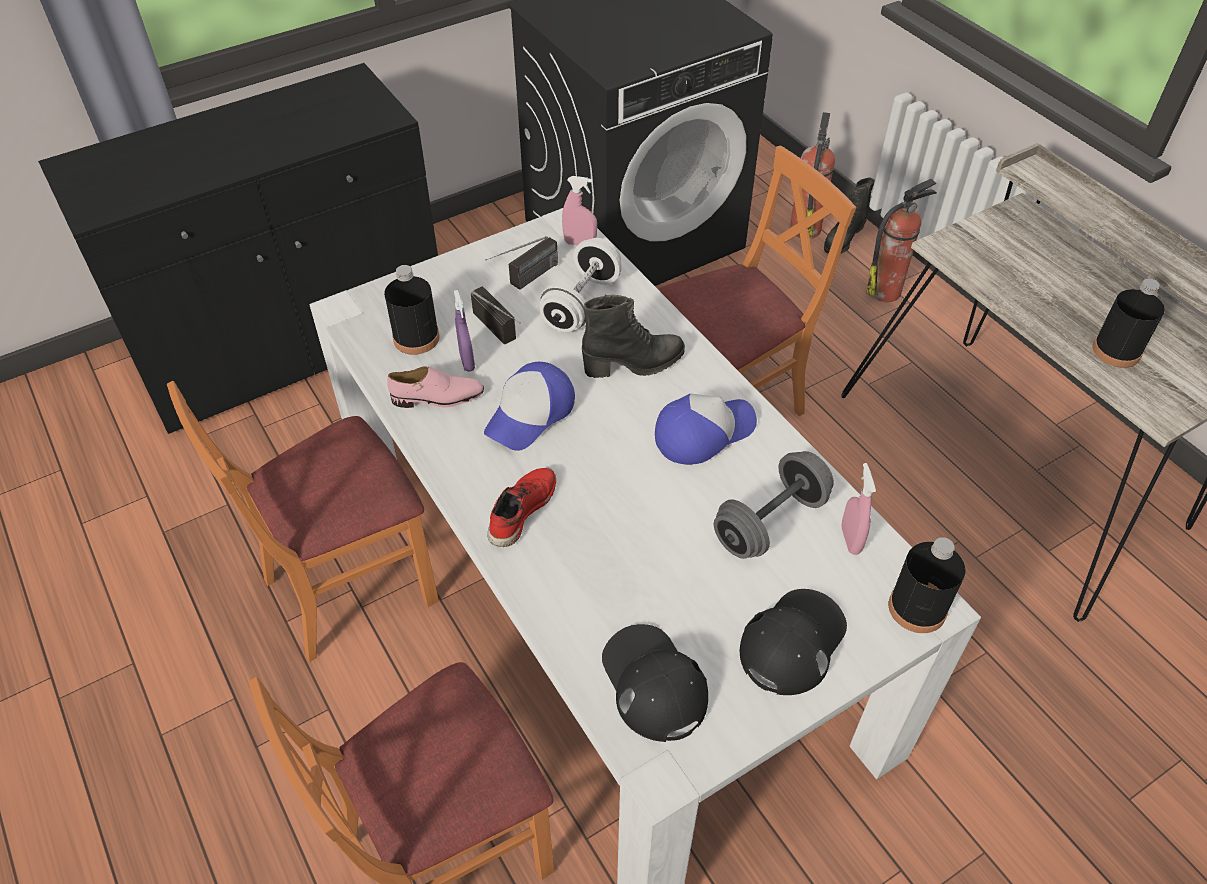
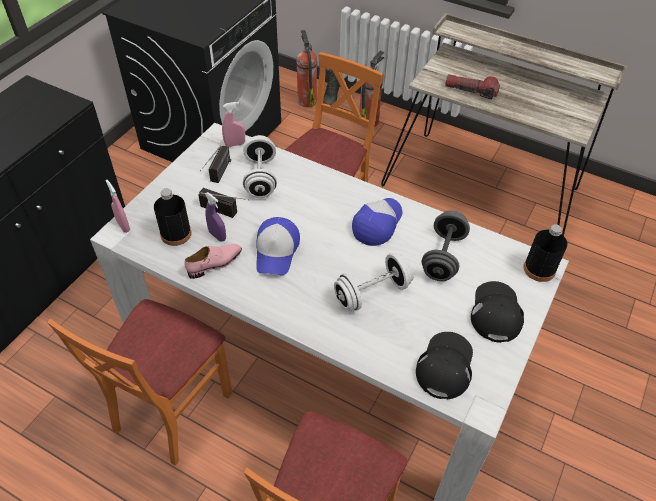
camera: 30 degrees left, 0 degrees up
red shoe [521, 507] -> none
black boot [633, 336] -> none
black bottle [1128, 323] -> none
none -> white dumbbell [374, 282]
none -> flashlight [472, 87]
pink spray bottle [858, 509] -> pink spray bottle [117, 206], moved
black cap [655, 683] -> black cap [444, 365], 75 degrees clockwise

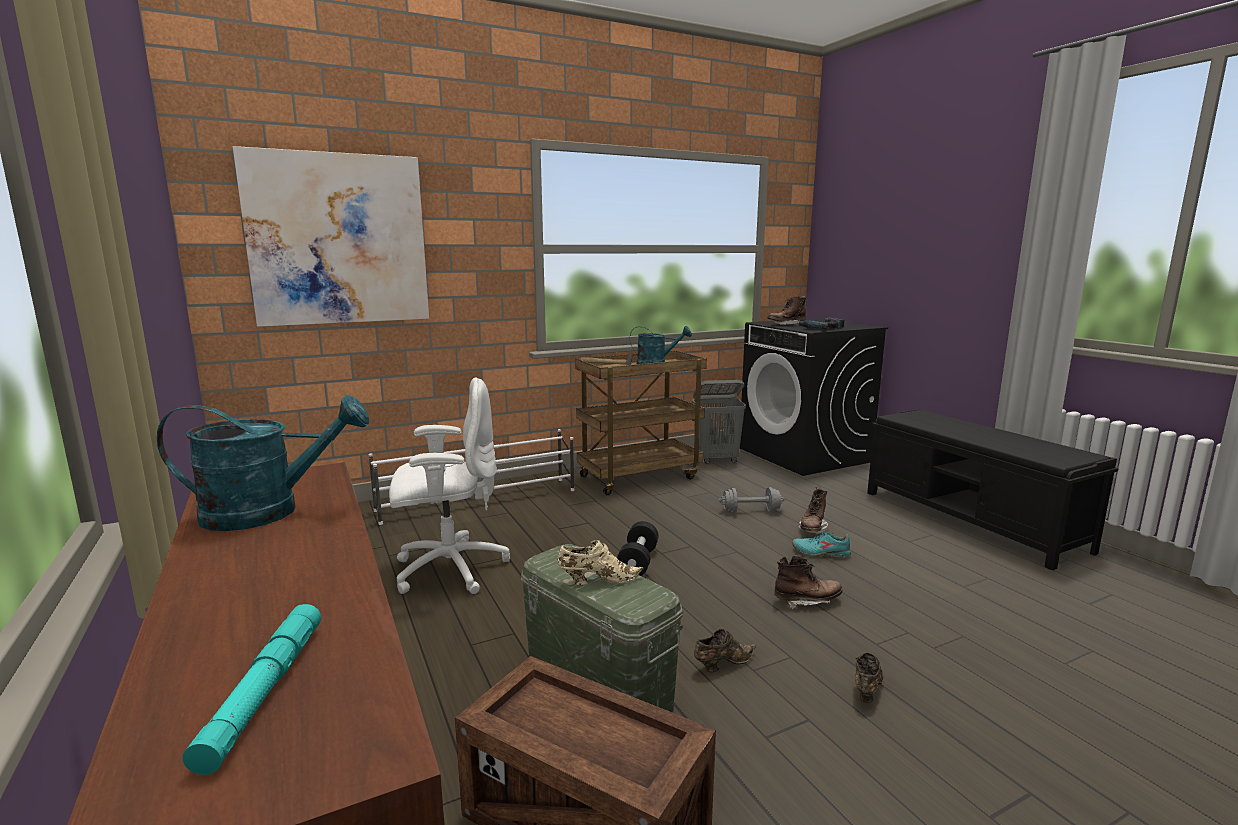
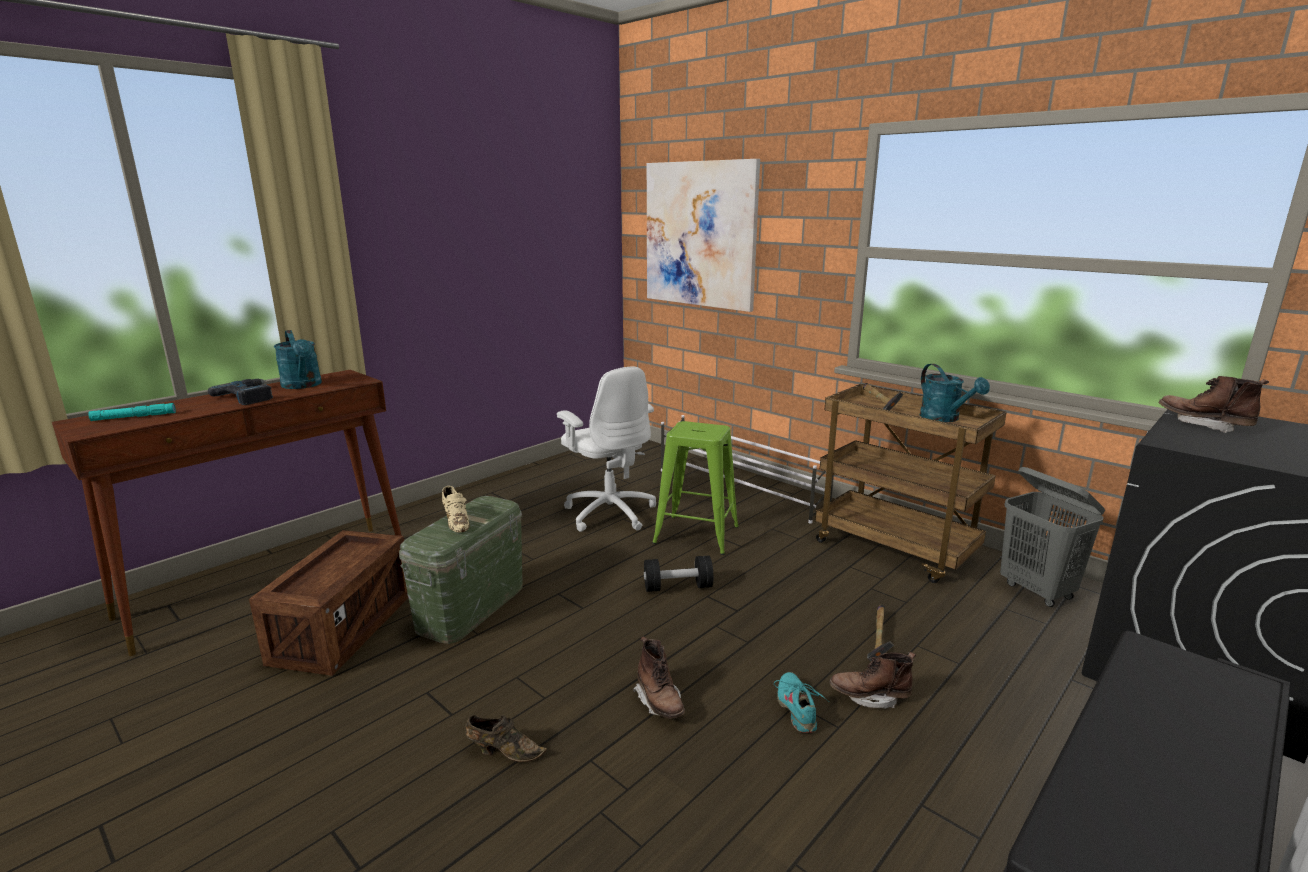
camera: 70 degrees right, 5 degrees up
brown shoe [725, 650] -> none
none -> green stool [695, 488]
power drill [820, 323] -> power drill [240, 392], moved
grey dumbbell [751, 500] -> hammer [880, 632]

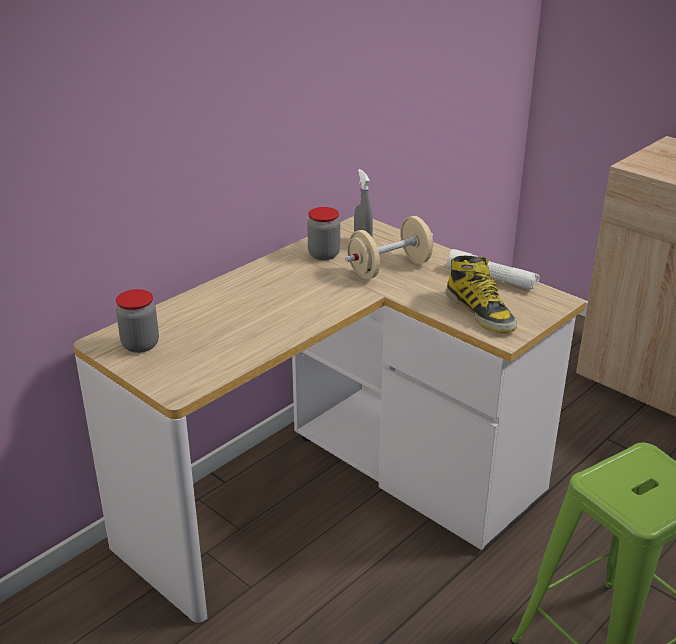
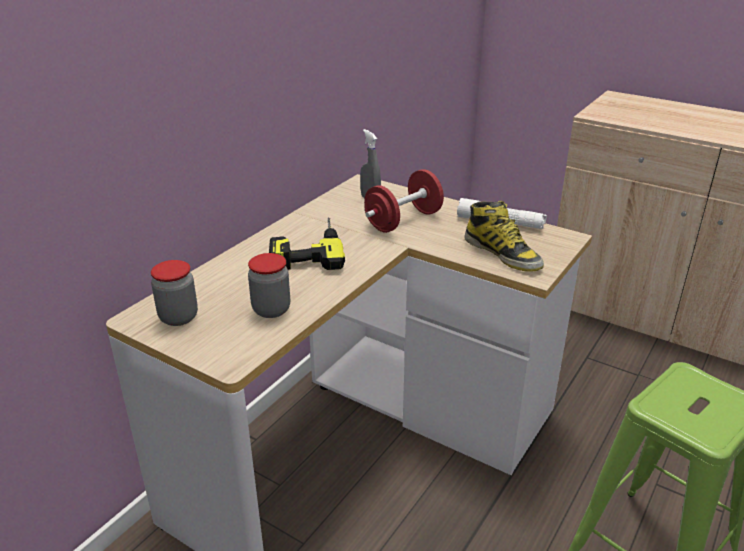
camera: 10 degrees left, 0 degrees up
none -> power drill [307, 244]
jar [323, 233] -> jar [269, 285], moved
beige dumbbell [389, 247] -> red dumbbell [404, 201]

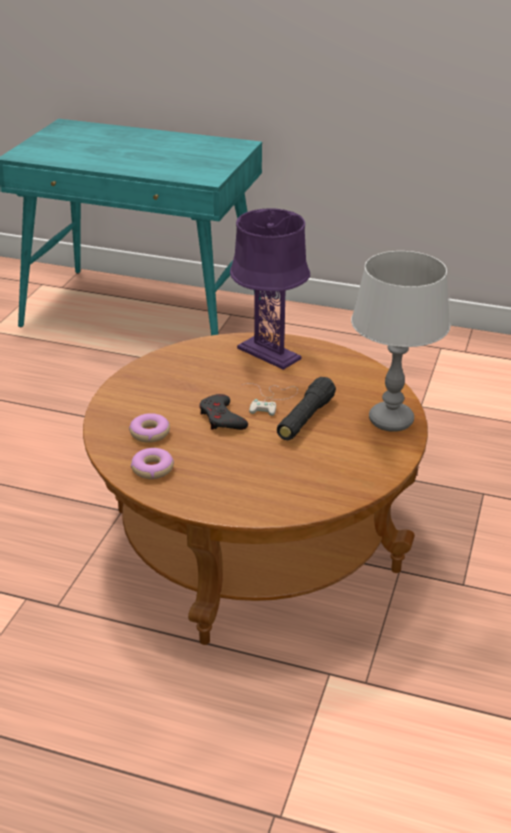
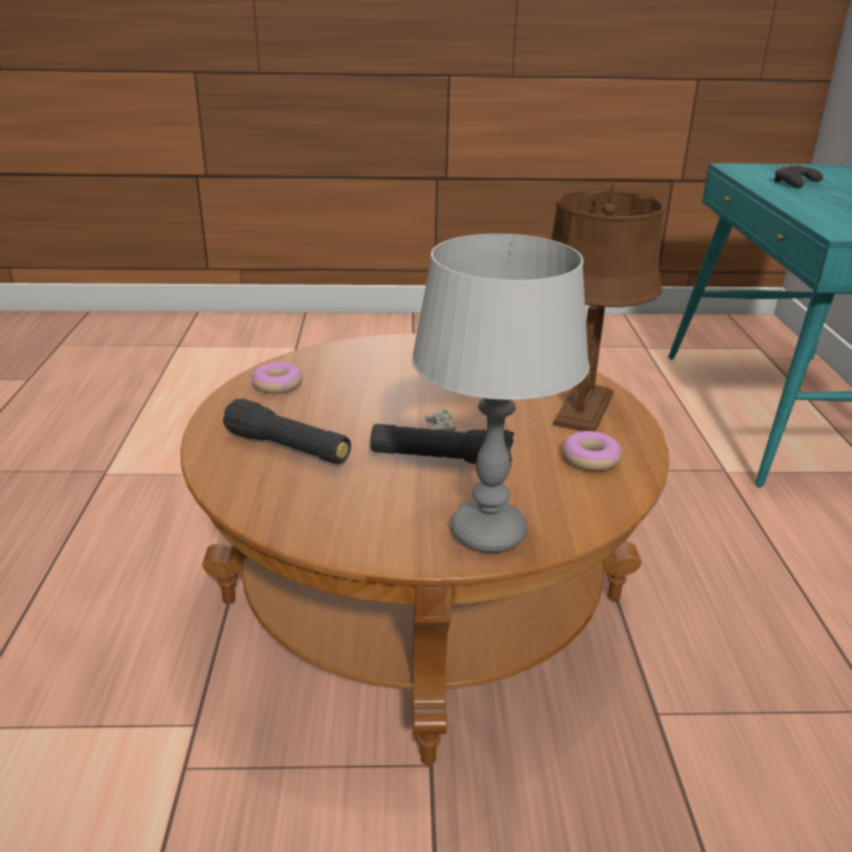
camera: 70 degrees right, 5 degrees down
none -> black flashlight [287, 431]
donut [149, 428] -> donut [592, 451], moved
grey game controller [223, 412] -> grey game controller [798, 176], moved
purple table lamp [270, 289] -> brown table lamp [607, 307]

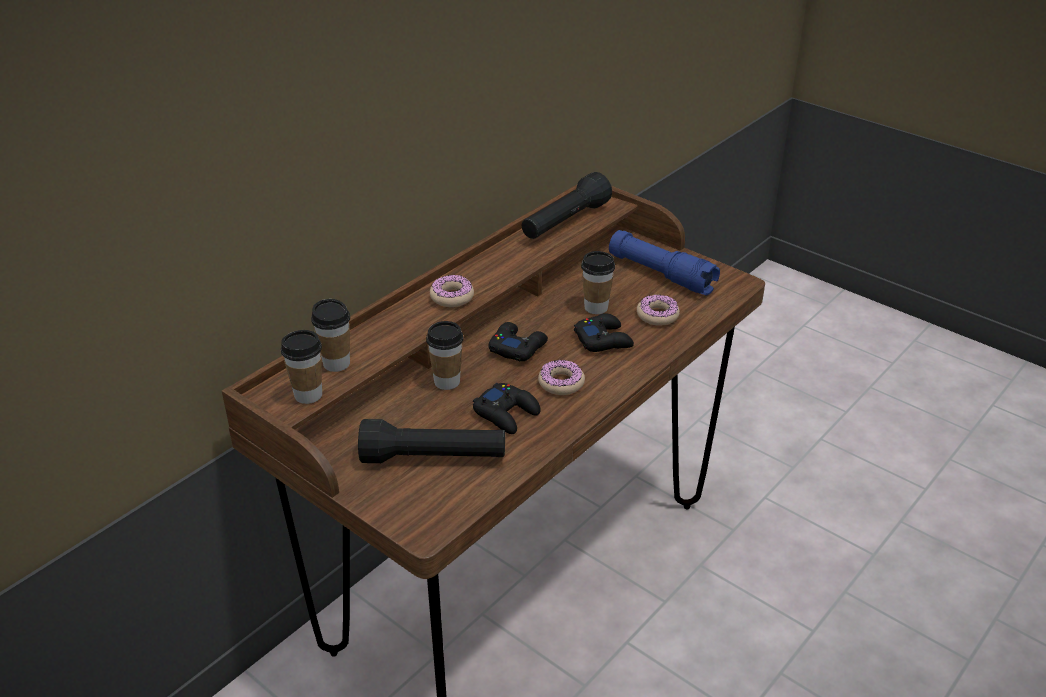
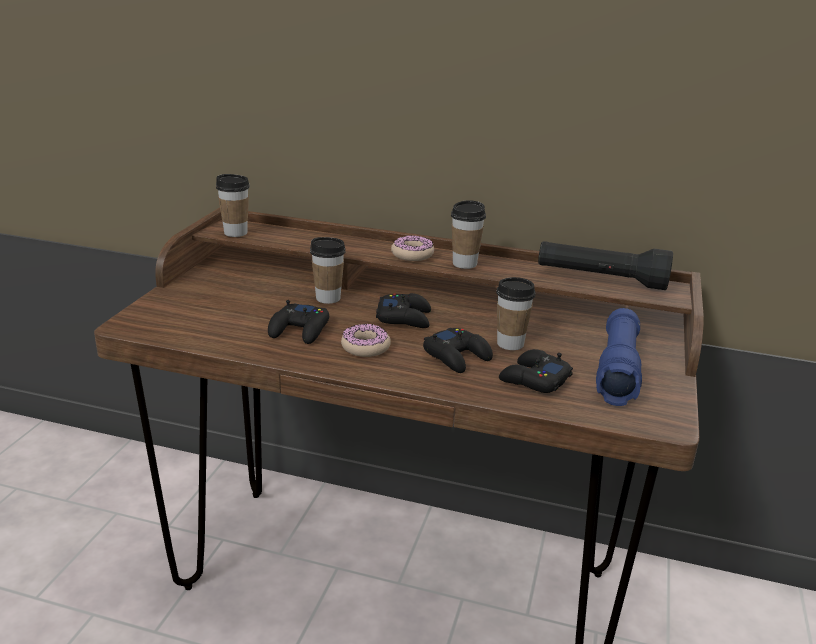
camera: 65 degrees right, 10 degrees down
black flashlight [431, 441] -> none
cup [330, 335] -> cup [468, 234], moved
donut [658, 310] -> black game controller [536, 371]

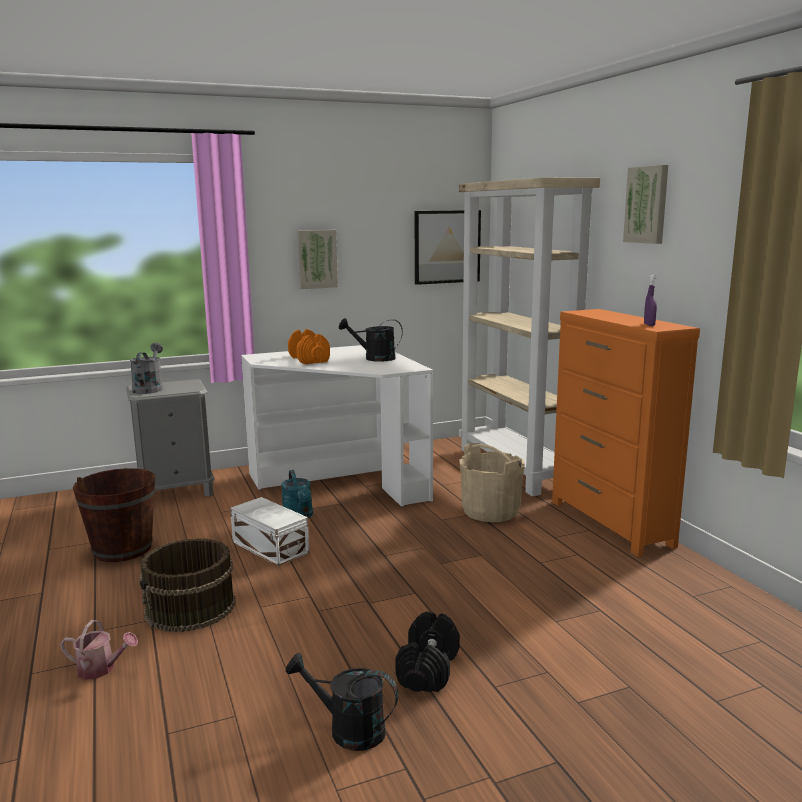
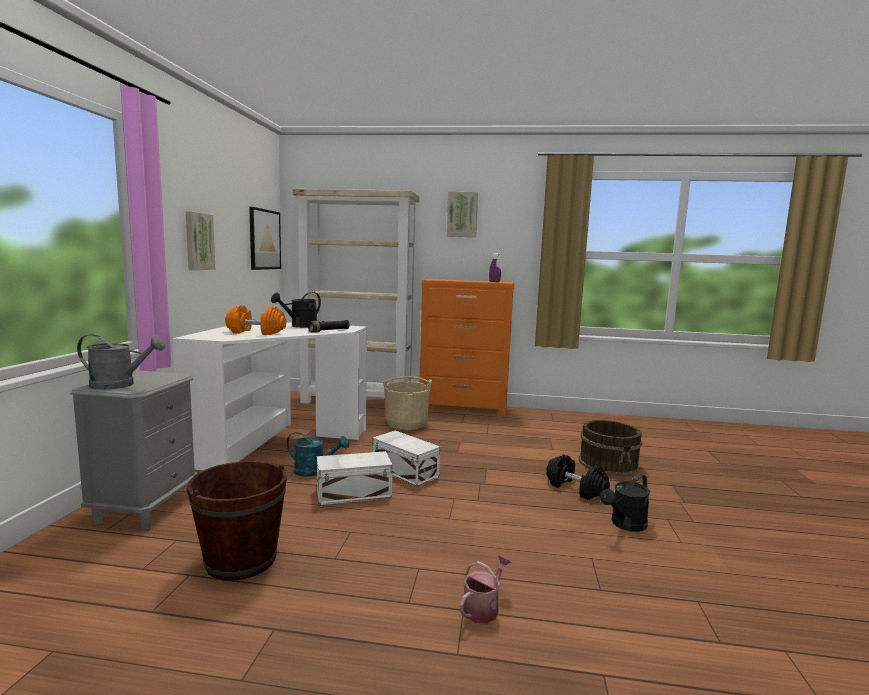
camera: 60 degrees left, 5 degrees down
none -> black flashlight [328, 326]
none -> white storage box [406, 459]
brown bucket [187, 585] -> brown bucket [610, 448], moved
grey watering can [146, 368] -> grey watering can [121, 362], 150 degrees clockwise

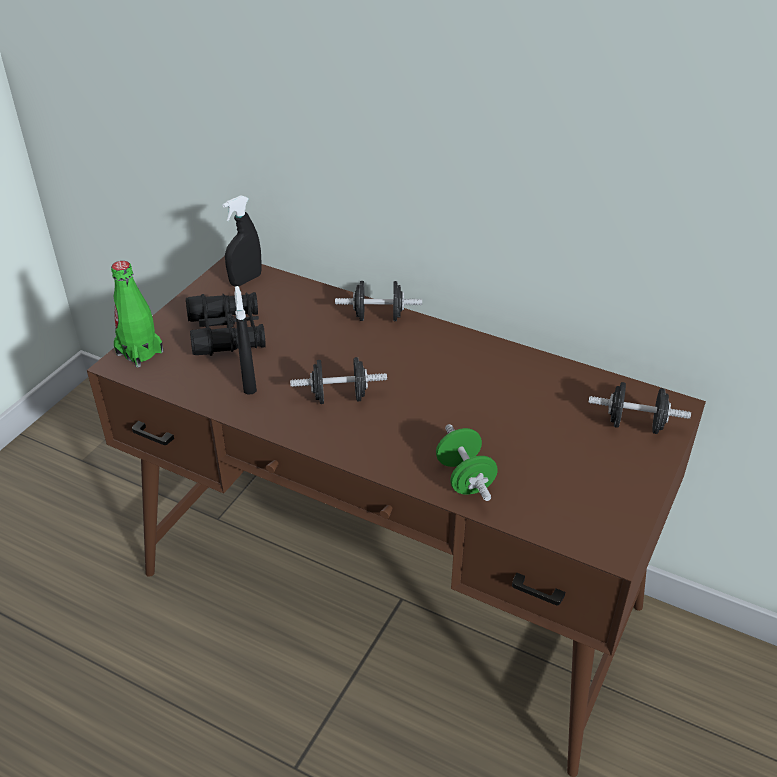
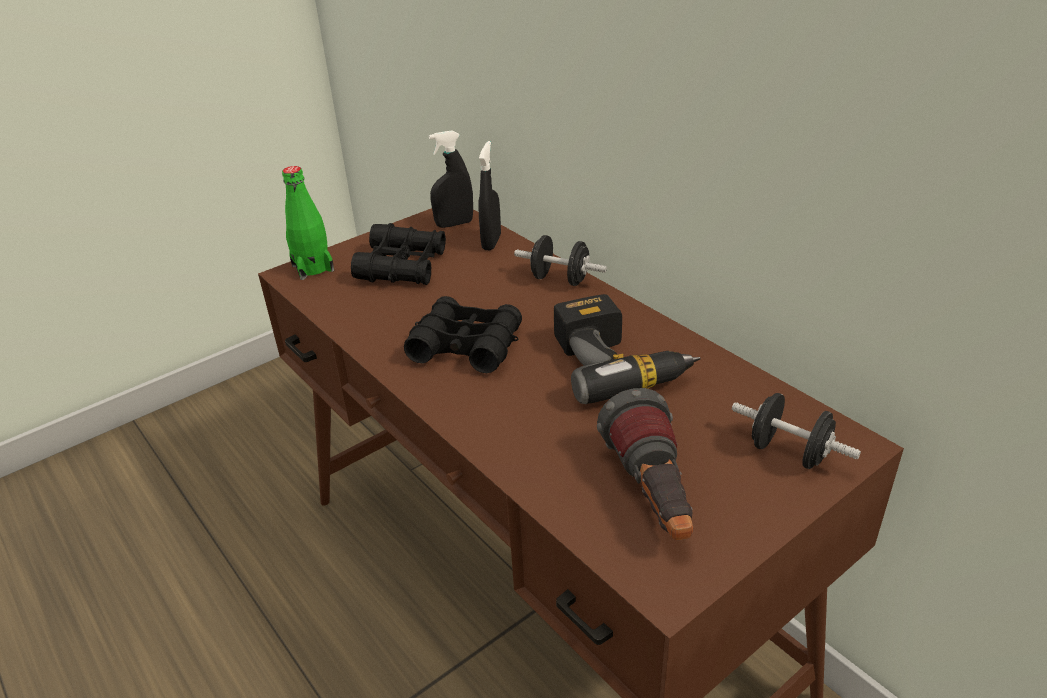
camera: 25 degrees right, 5 degrees down
green dumbbell [467, 462] -> none
none -> power drill [627, 349]
none -> flashlight [645, 464]
black spray bottle [245, 340] -> black spray bottle [489, 195], moved
black dumbbell [338, 380] -> black binoculars [463, 334]

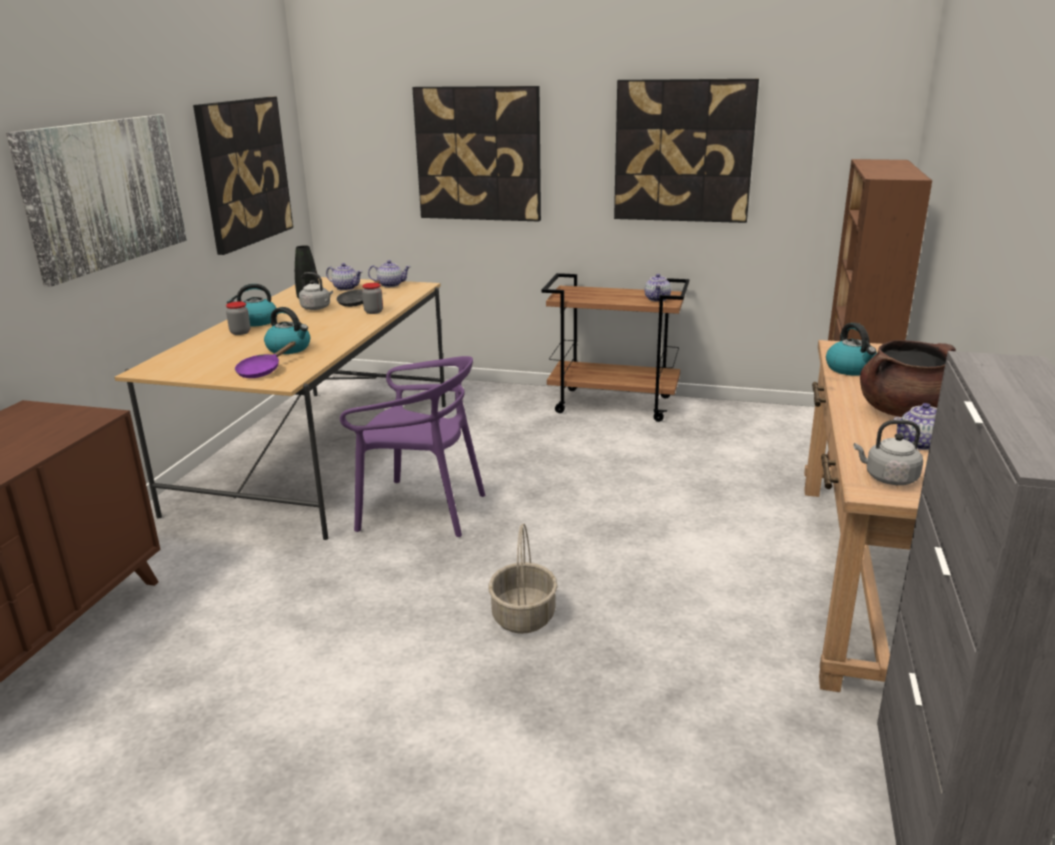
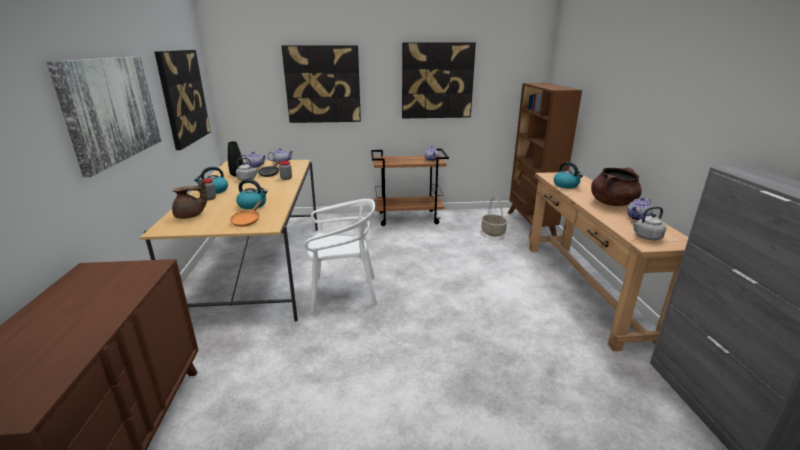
camera: 20 degrees left, 0 degrees up
none -> brown teapot [189, 199]
basket [523, 579] -> basket [494, 217], moved
purple frying pan [265, 359] -> orange frying pan [246, 213]
purple chair [412, 446] -> white chair [340, 256]

